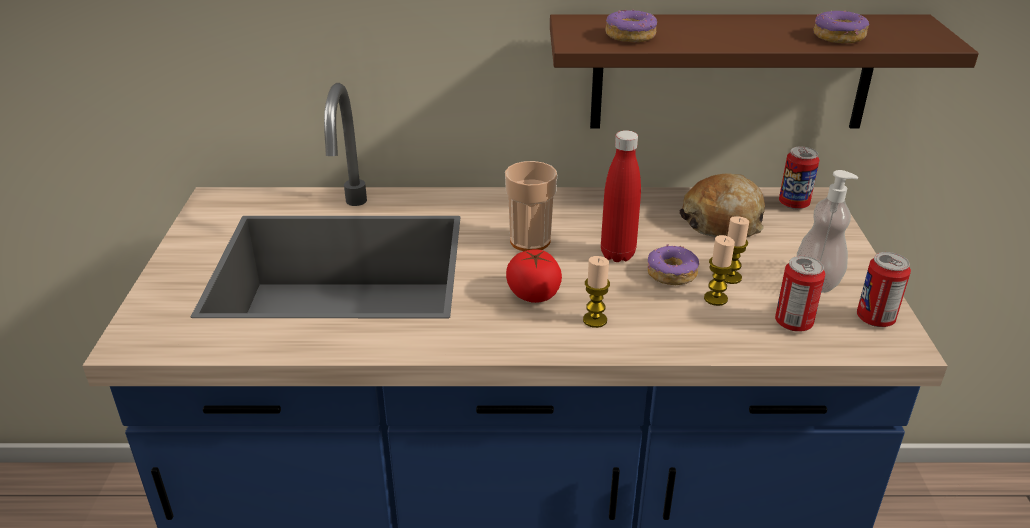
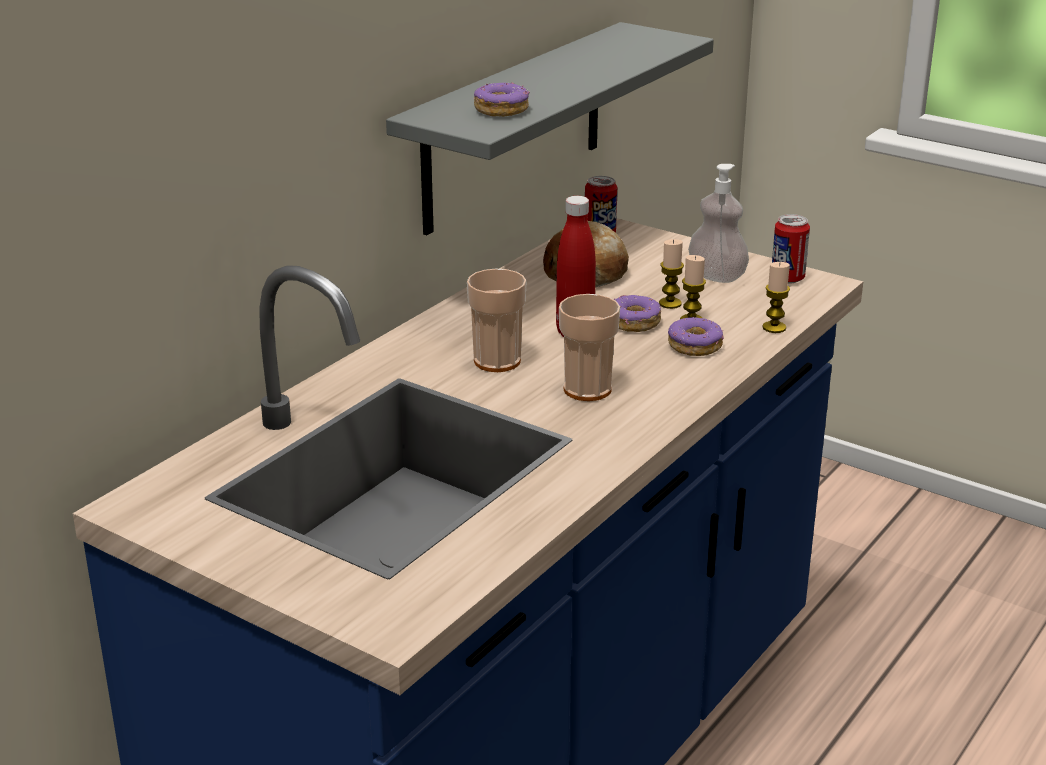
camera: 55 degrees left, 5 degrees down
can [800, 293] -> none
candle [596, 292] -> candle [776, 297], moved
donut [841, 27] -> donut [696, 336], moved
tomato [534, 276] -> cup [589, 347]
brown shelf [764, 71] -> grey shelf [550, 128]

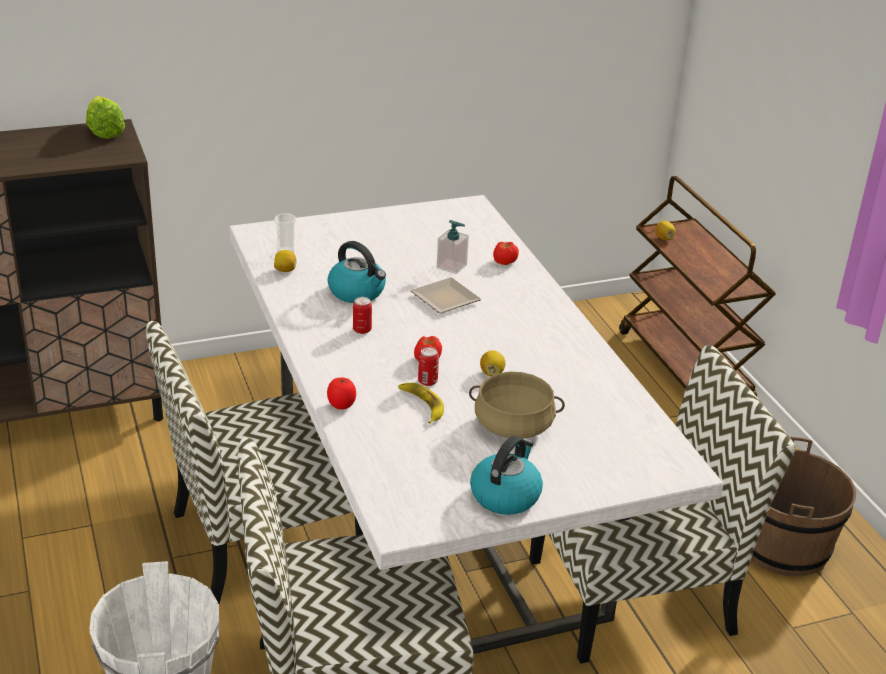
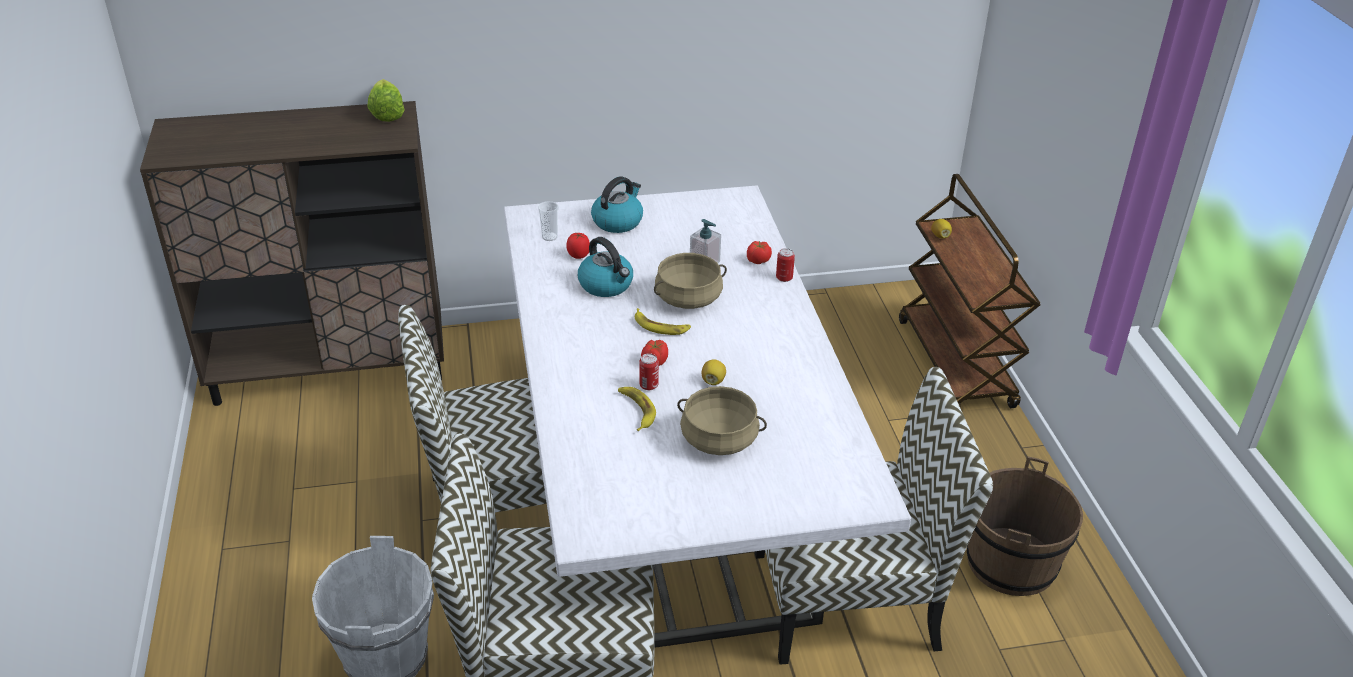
camera: 10 degrees right, 5 degrees up
lemon [285, 261] -> none
none -> banana [663, 321]
tomato [341, 394] -> tomato [578, 246], moved
can [362, 315] -> can [785, 265], moved
kettle [506, 475] -> kettle [617, 204], moved
plate [445, 295] -> beige cooking pot [690, 281]

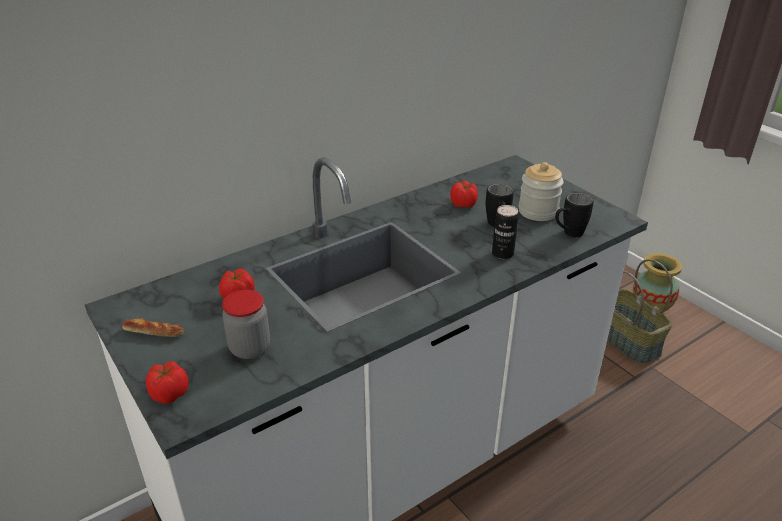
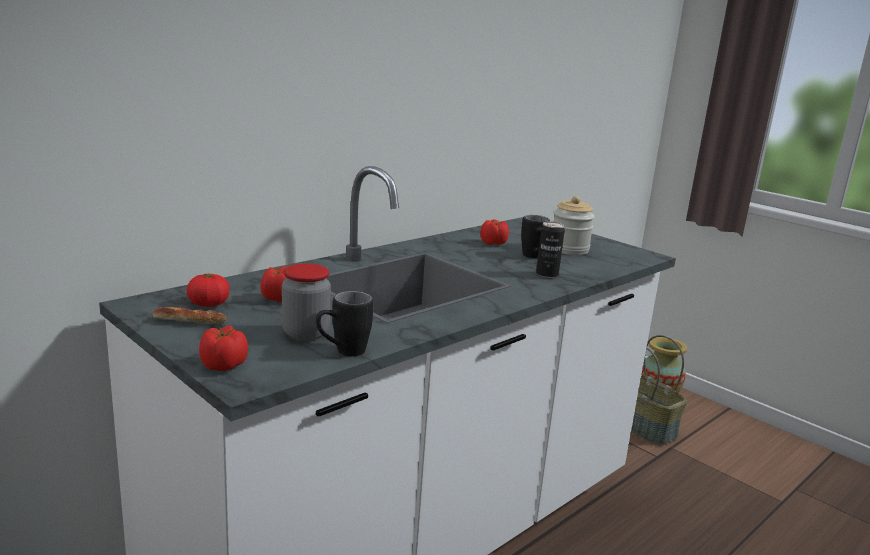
camera: 10 degrees left, 15 degrees down
none -> tomato [208, 290]
black mug [574, 215] -> black mug [344, 323], moved

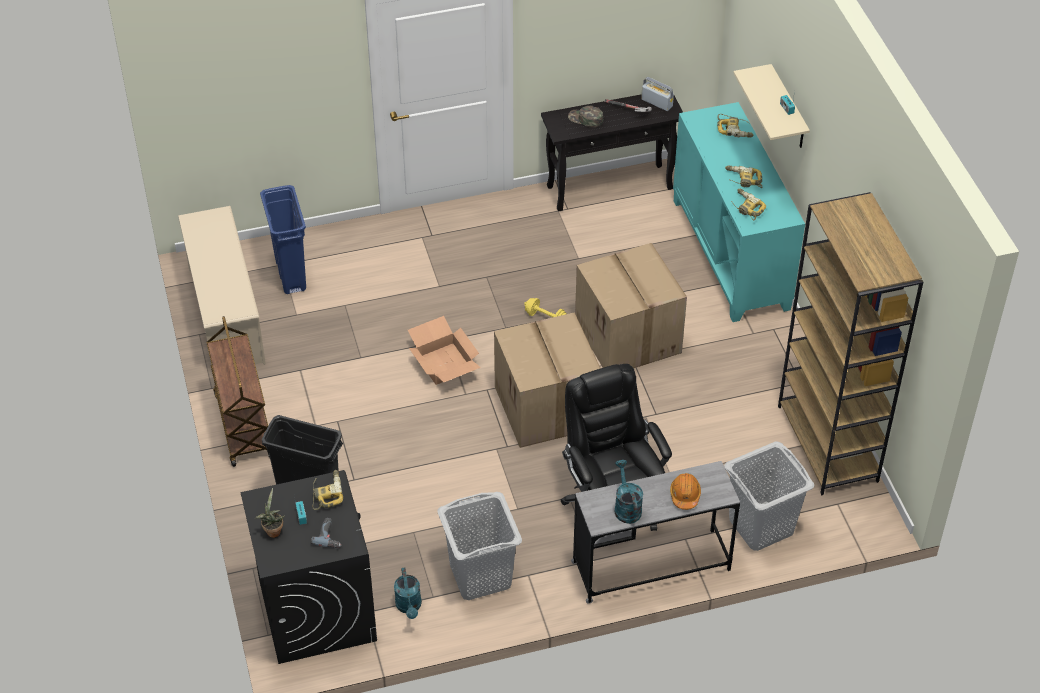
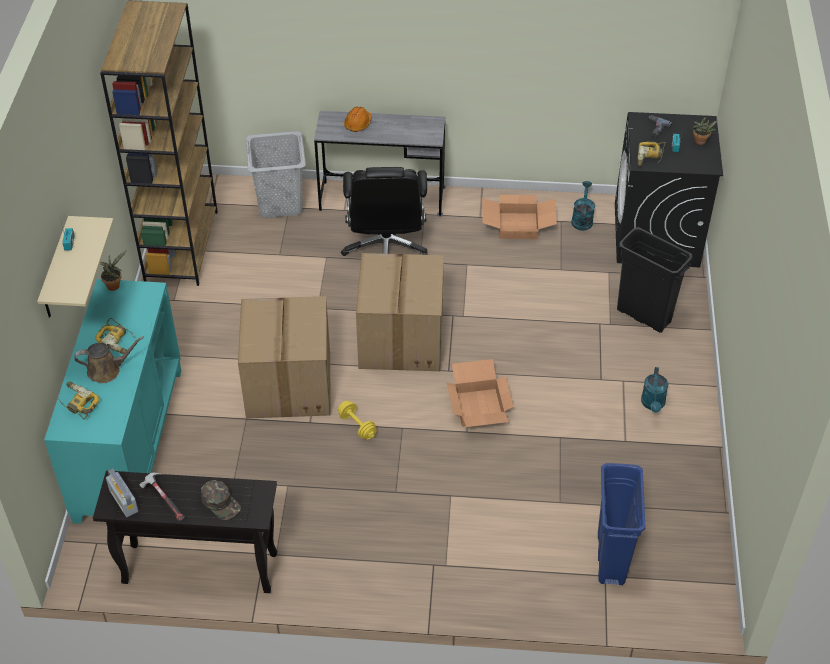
camera: 160 degrees left, 0 degrees up
beige shoe rack [222, 285] -> none
brown cart [238, 391] -> none
power drill [748, 204] -> none
none -> brown watering can [109, 359]
none -> potted plant [113, 270]
turquoise watering can [629, 492] -> turquoise watering can [654, 389], moved
grey laundry basket [479, 546] -> cardboard box [519, 217]

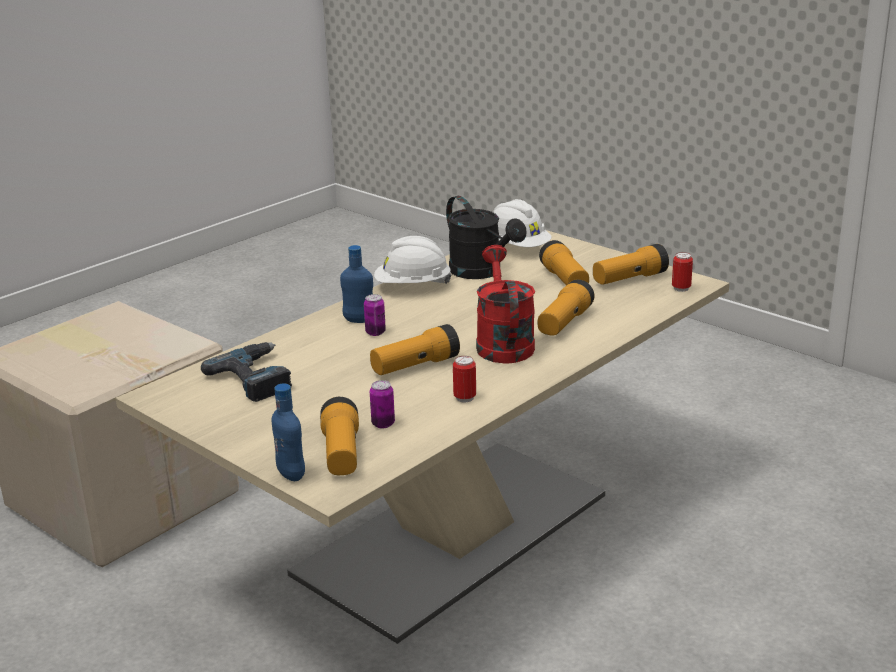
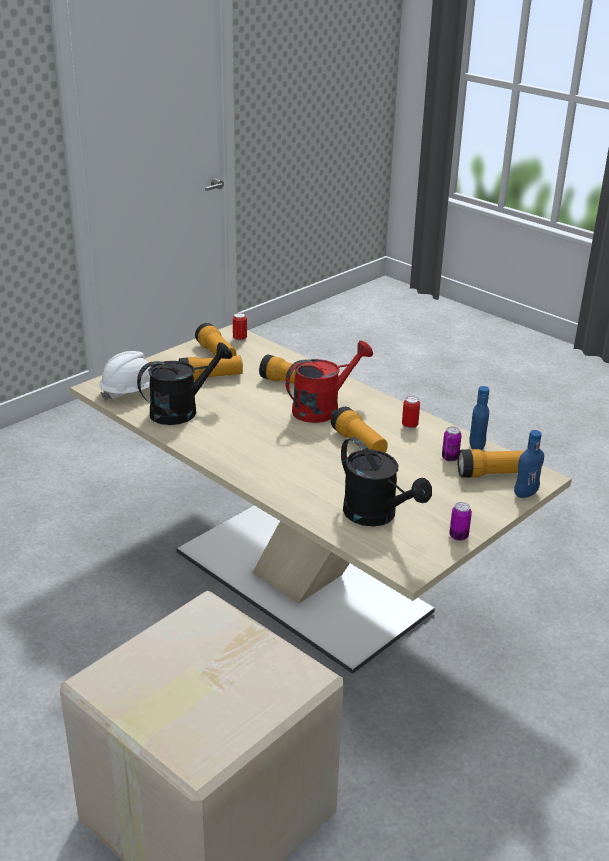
camera: 90 degrees left, 5 degrees up
white hard hat [413, 260] -> none
blue bottle [356, 284] -> blue bottle [479, 418], moved
can [375, 315] -> can [460, 521], moved
power drill [246, 372] -> black watering can [386, 481]
red watering can [505, 304] -> red watering can [329, 382], 150 degrees clockwise

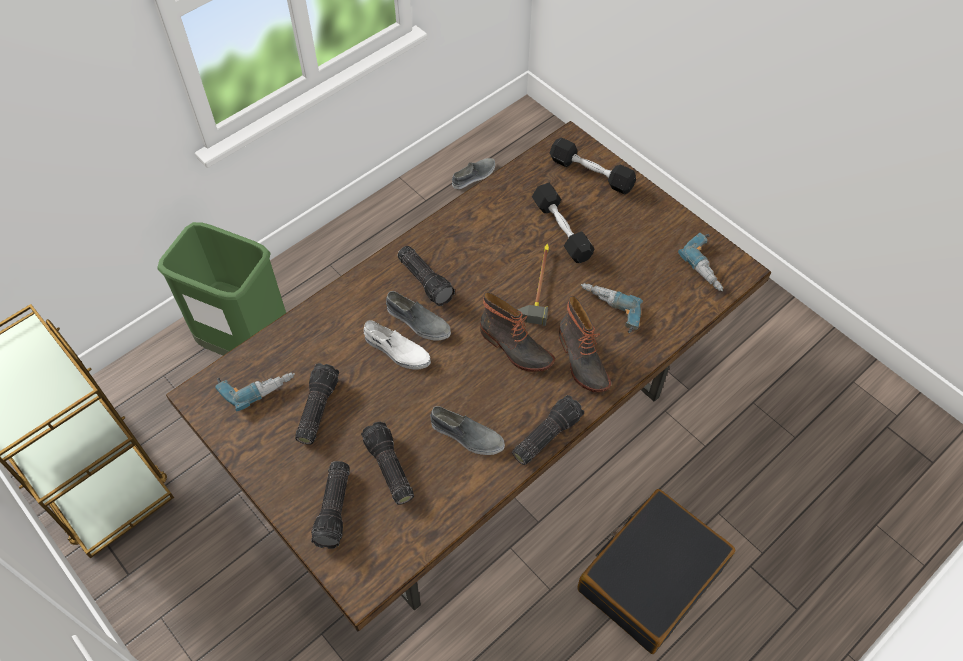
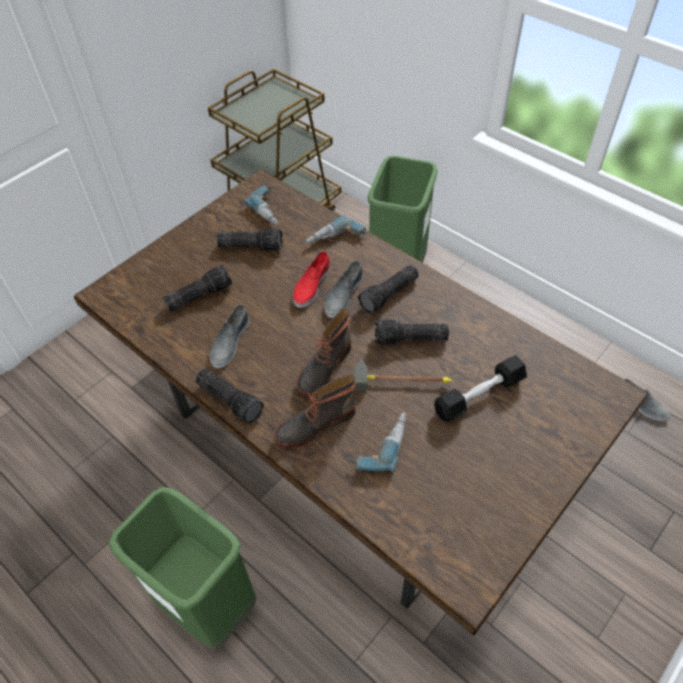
camera: 85 degrees right, 5 degrees down
black dumbbell [593, 166] -> none
flashlight [330, 505] -> flashlight [412, 332], moved
power drill [700, 262] -> power drill [336, 229], moved
black suitcase [657, 571] -> green trash can [183, 568]
white shoe [397, 345] -> red shoe [311, 279]

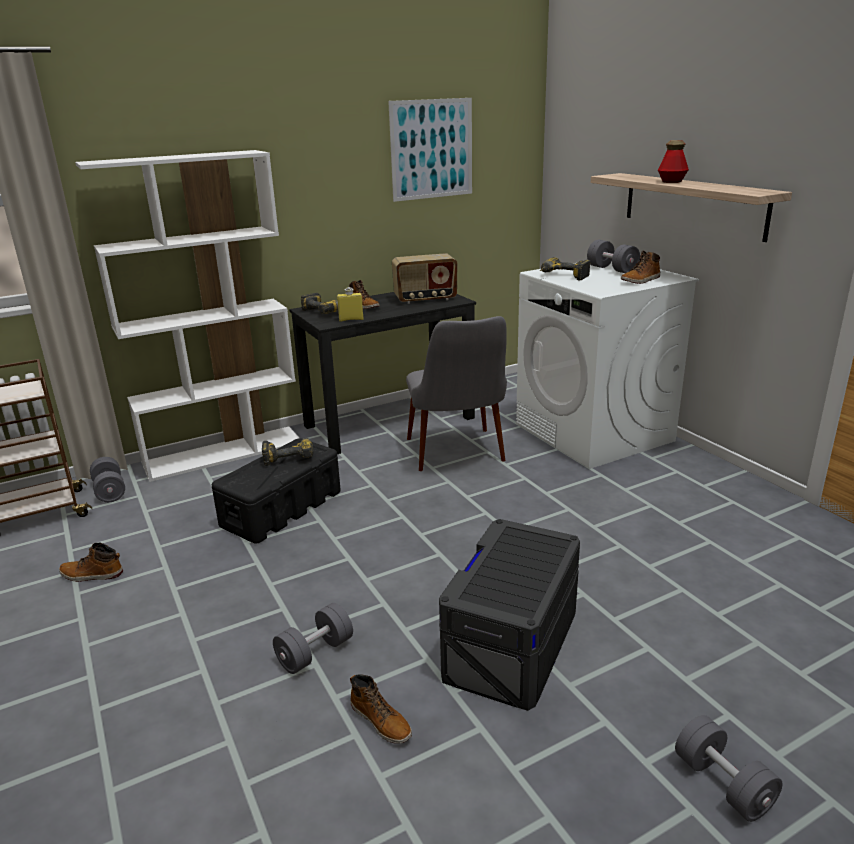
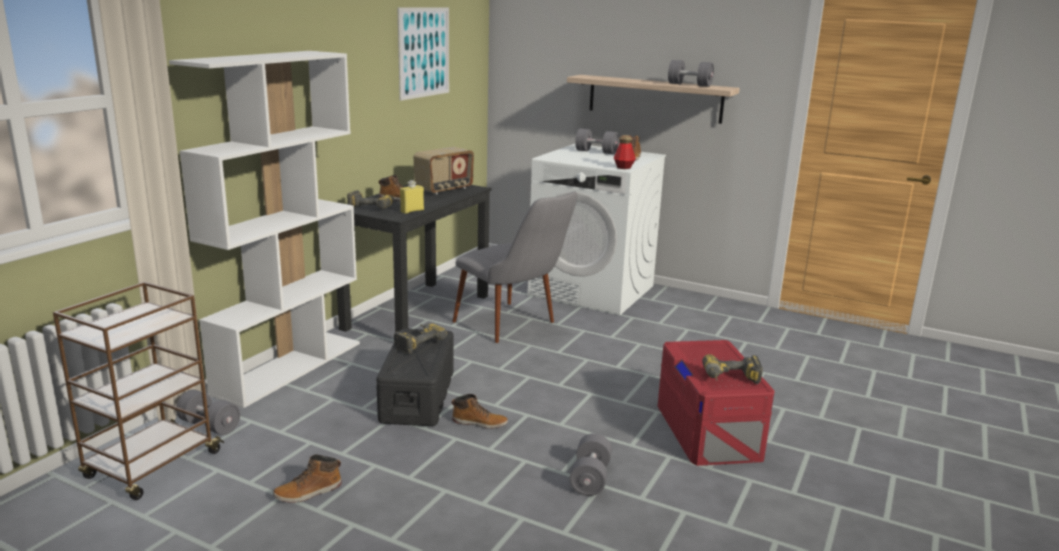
camera: 35 degrees left, 5 degrees down
boot [381, 709] -> boot [480, 411], moved
power drill [565, 269] -> power drill [732, 369], moved
bottle [673, 161] -> bottle [625, 152], moved
grey dumbbell [729, 768] -> grey dumbbell [691, 73], moved
grey storage box [509, 615] -> red storage box [716, 403]

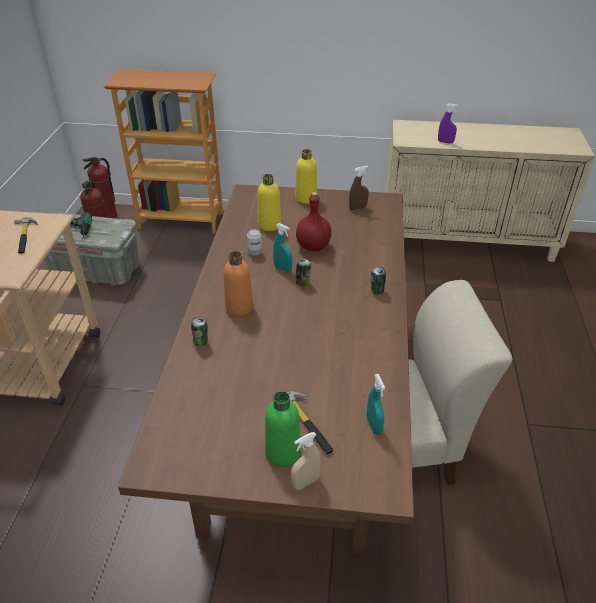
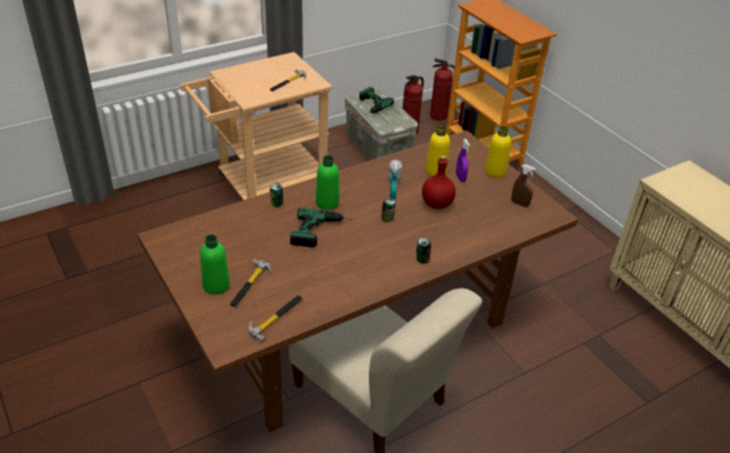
camera: 50 degrees right, 0 degrees up
beige spray bottle [306, 461] -> none
none -> power drill [322, 227]
purple spray bottle [448, 124] -> purple spray bottle [463, 160], moved
turquoise spray bottle [376, 404] -> hammer [275, 318]
orange bottle [238, 283] -> green bottle [327, 182]

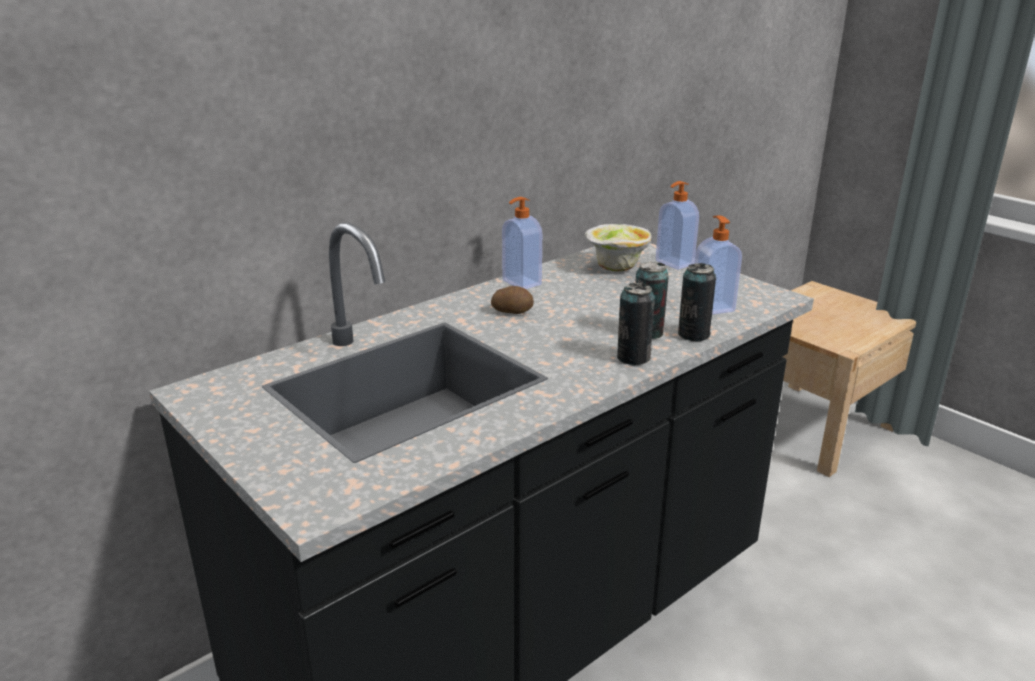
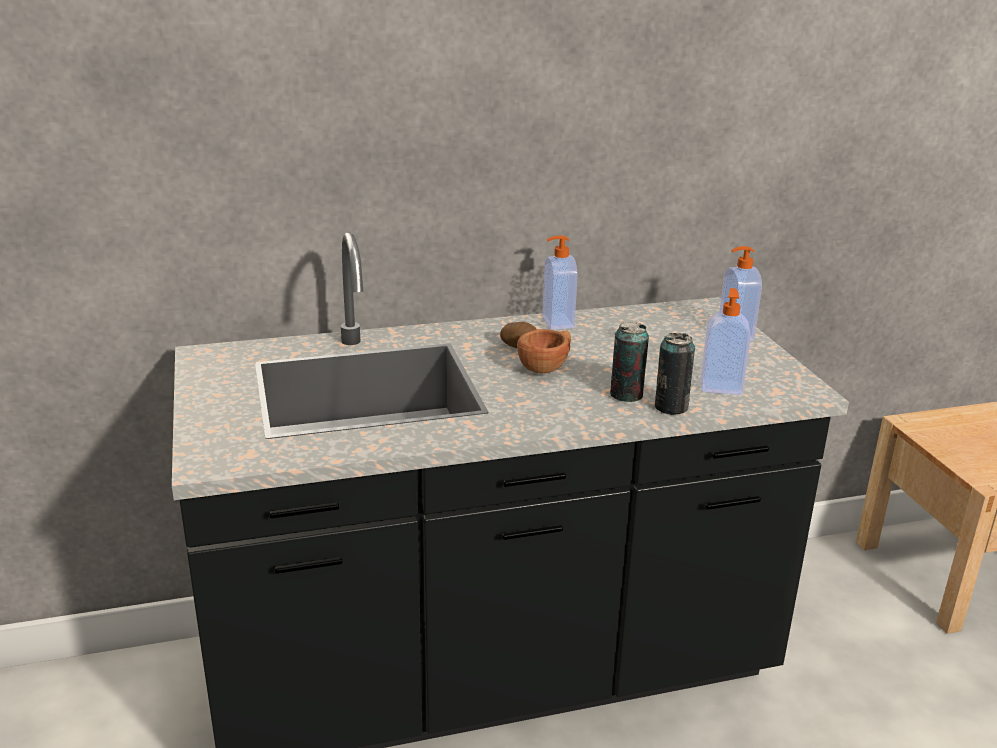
camera: 25 degrees right, 0 degrees up
bowl [618, 247] -> none
can [636, 324] -> none
none -> brown cup [544, 351]

